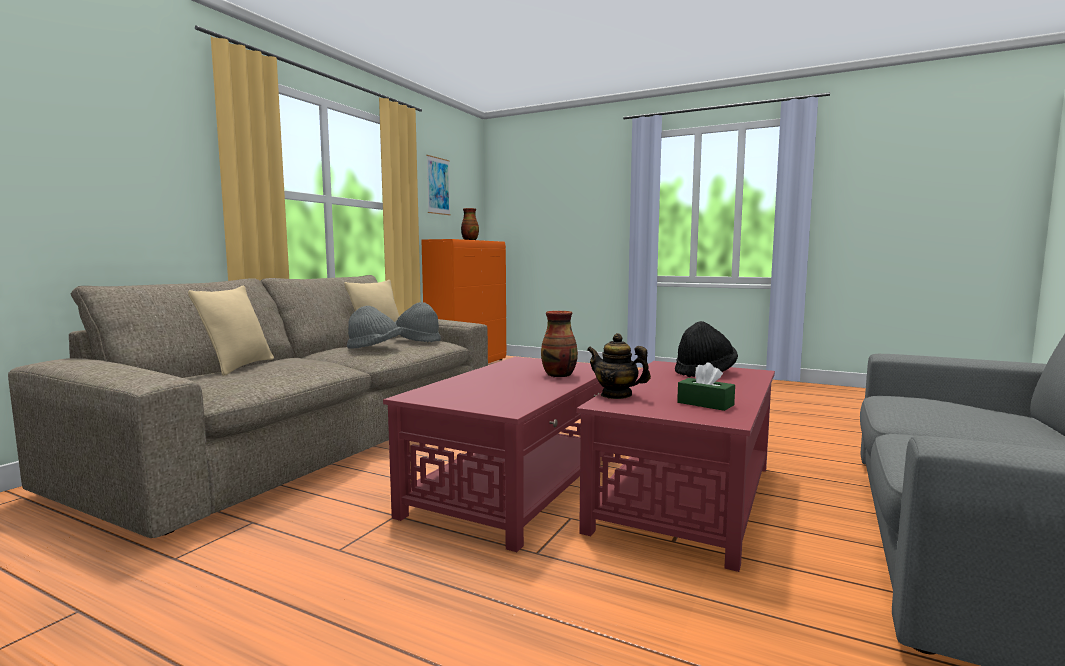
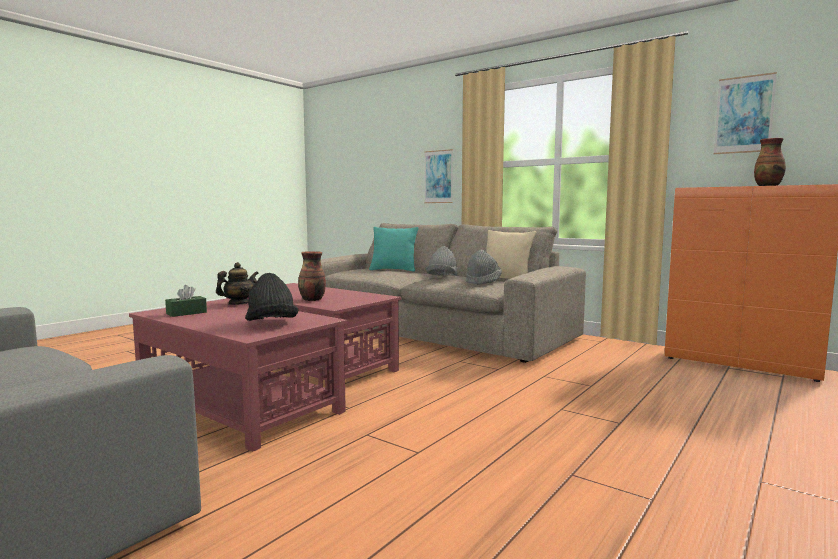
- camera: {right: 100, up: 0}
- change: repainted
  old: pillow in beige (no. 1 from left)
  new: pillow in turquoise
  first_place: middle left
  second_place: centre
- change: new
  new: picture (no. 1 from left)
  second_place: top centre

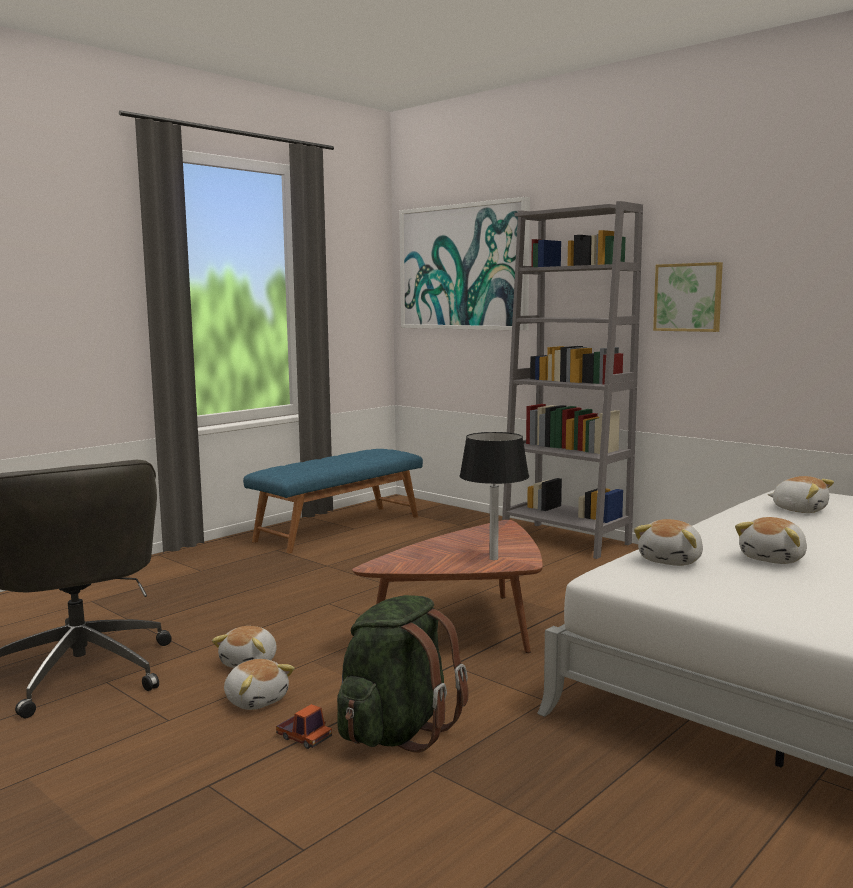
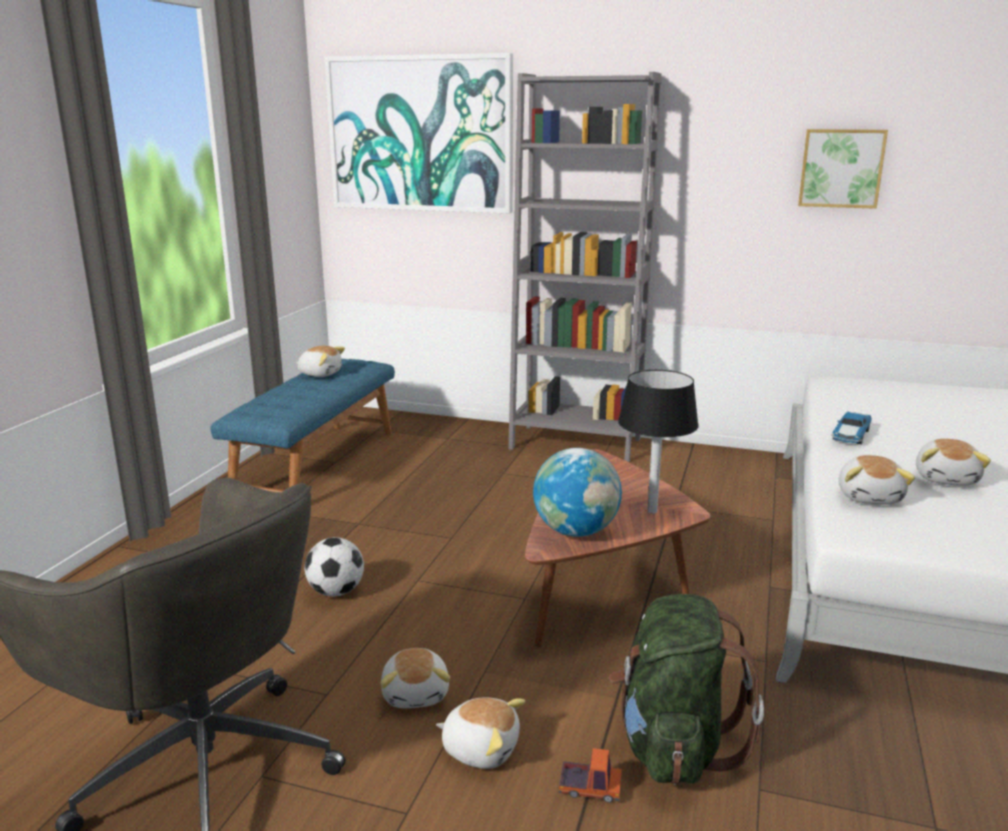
- camera: {right: -25, up: 10}
- change: shifted
  old: picture (no. 2 from left)
  first_place: middle right
  second_place: top right
- change: shifted
  old: plush toy (no. 5 from left in the first image)
  new: plush toy (no. 1 from left)
  first_place: middle right
  second_place: middle left
- change: new
  new: toy car
  second_place: middle right
- change: new
  new: globe
  second_place: centre
- change: new
  new: football
  second_place: bottom left

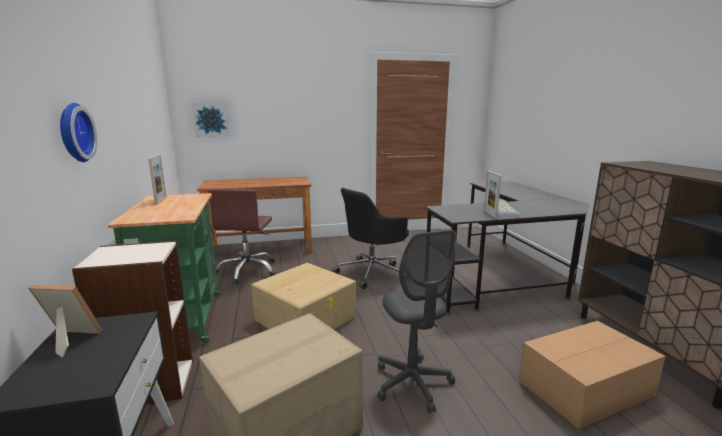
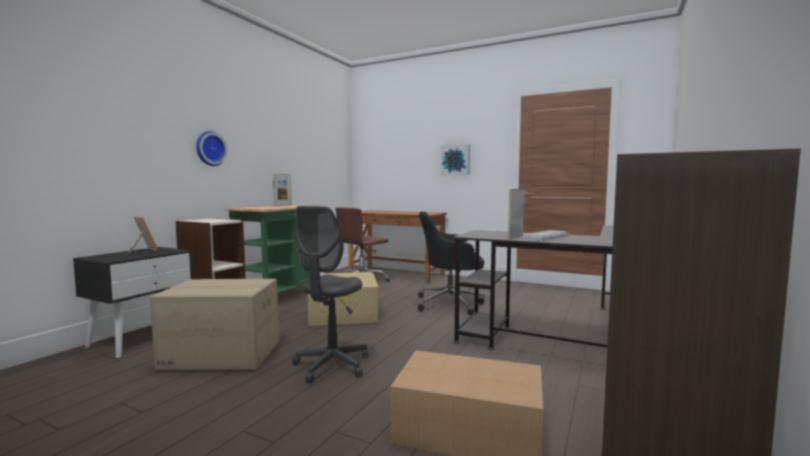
- camera: {right: 40, up: -10}
- change: shifted
  old: picture
  first_place: top left
  second_place: centre

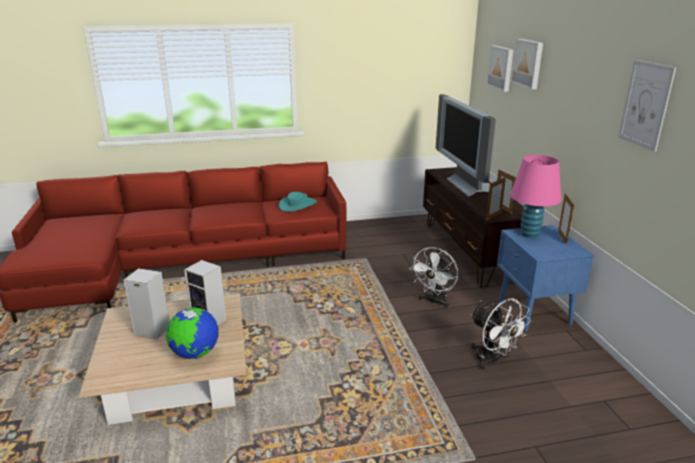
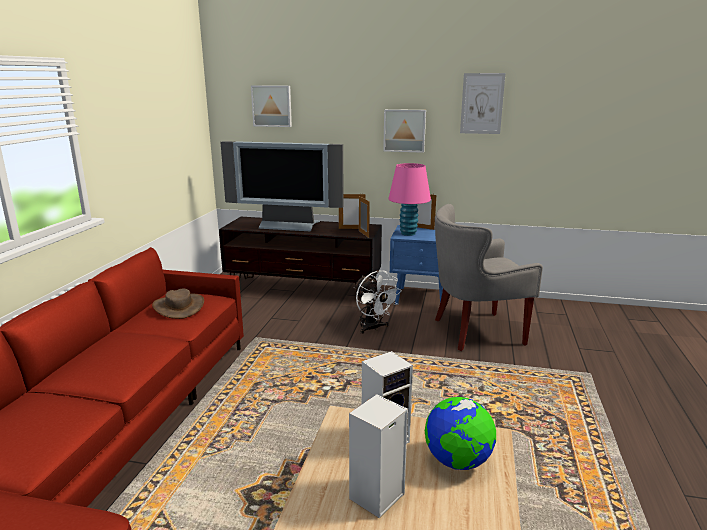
- camera: {right: -65, up: -5}
- change: shifted
  old: picture (no. 2 from left)
  first_place: top right
  second_place: top centre
- change: repainted
  old: hat in turquoise
  new: hat in brown
  first_place: centre
  second_place: middle left
- change: swapped
  old: fan in white (no. 2 from left)
  new: armchair in grey
  first_place: bottom right
  second_place: middle right

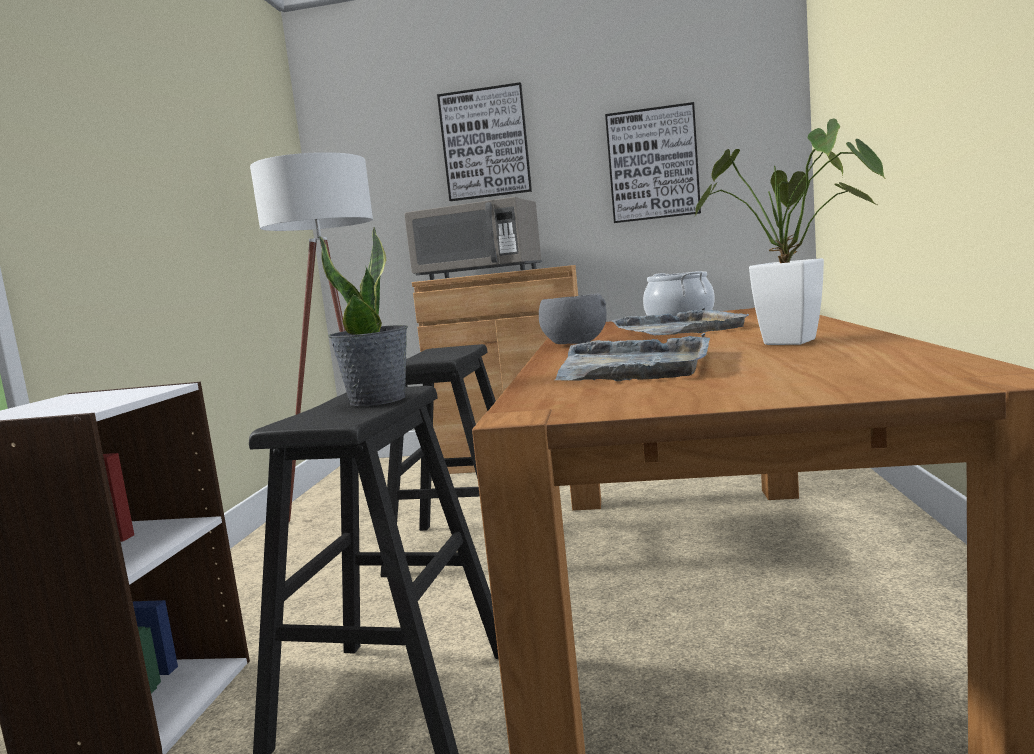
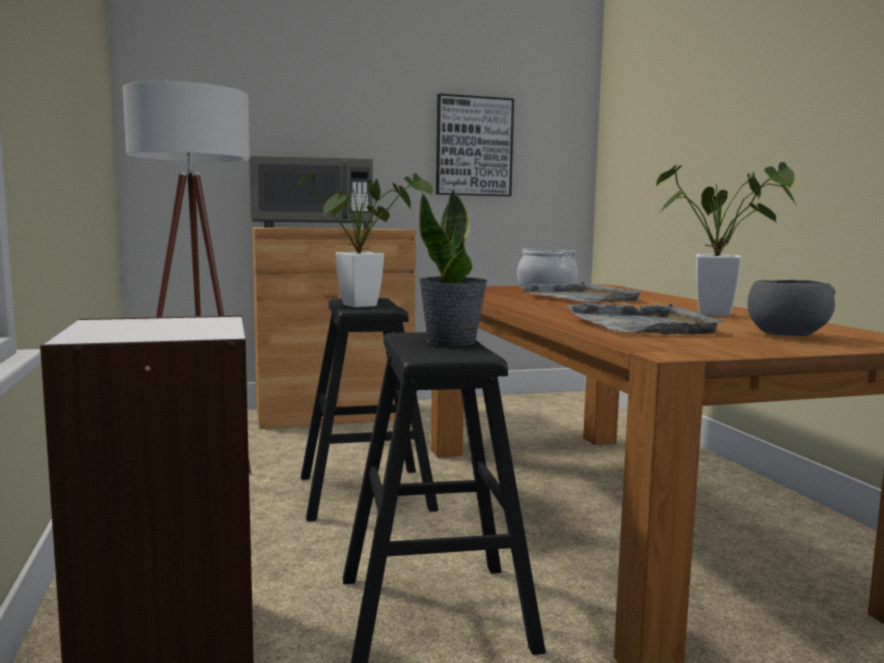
- camera: {right: -25, up: 0}
- change: gone
  old: picture (no. 1 from left)
  first_place: top centre
- change: shifted
  old: bowl in grey
  first_place: centre
  second_place: middle right
- change: new
  new: potted plant (no. 1 from left)
  second_place: centre

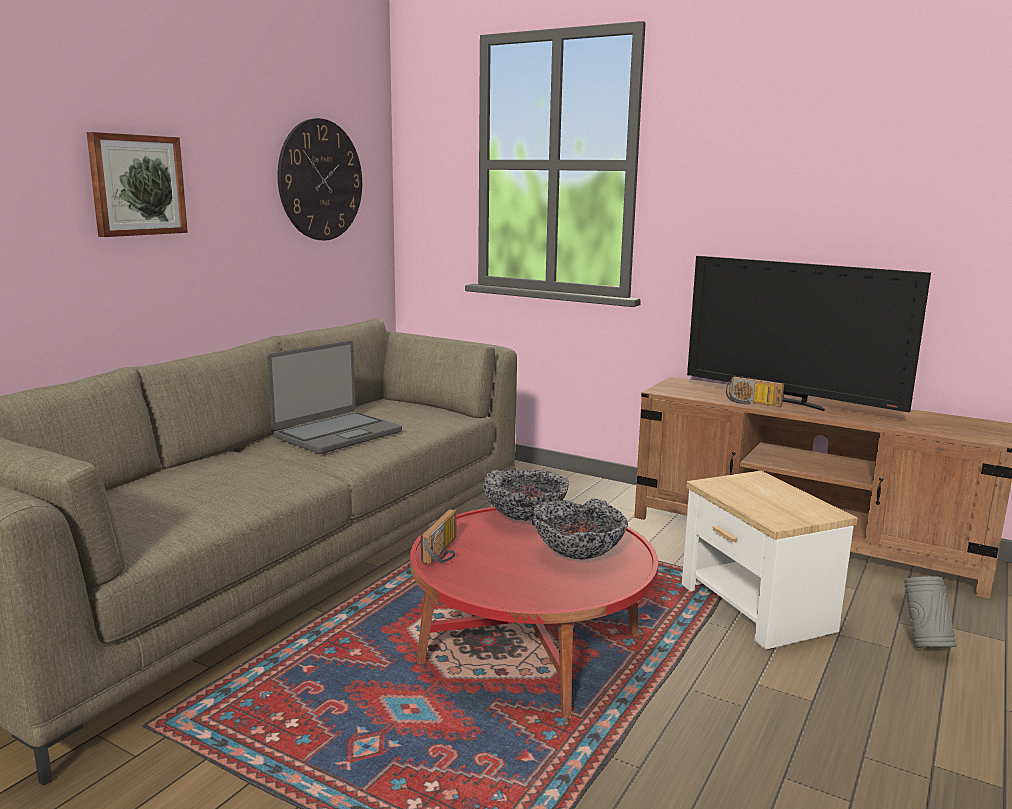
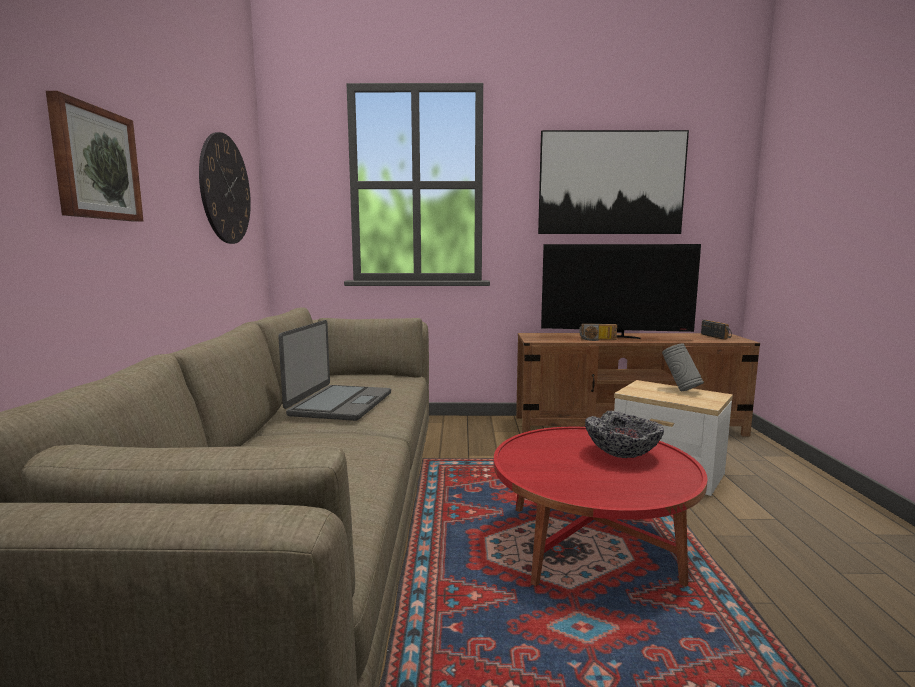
- camera: {right: -30, up: -5}
- change: gone
  old: bowl (no. 1 from left)
  first_place: centre
- change: shifted
  old: radio (no. 1 from left in the first image)
  new: radio (no. 2 from left)
  first_place: centre
  second_place: middle right
- change: shifted
  old: vase in grey
  first_place: bottom right
  second_place: middle right
- change: new
  new: picture (no. 2 from left)
  second_place: top right

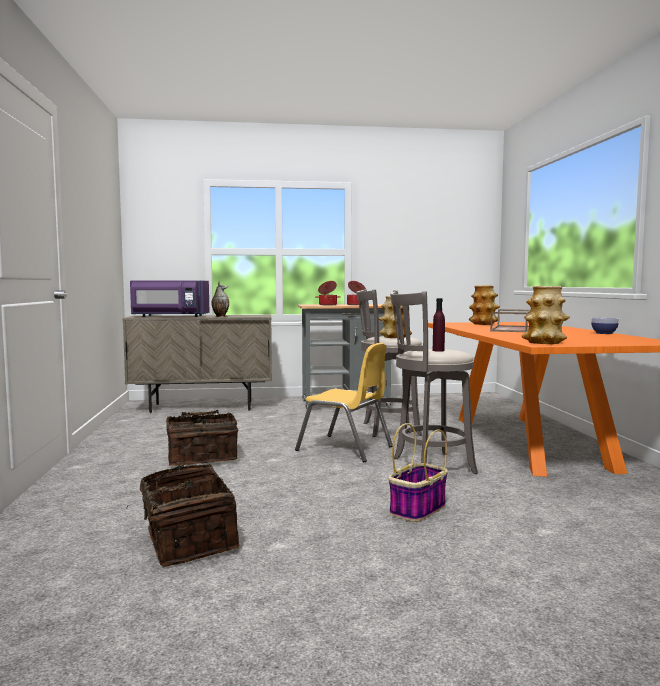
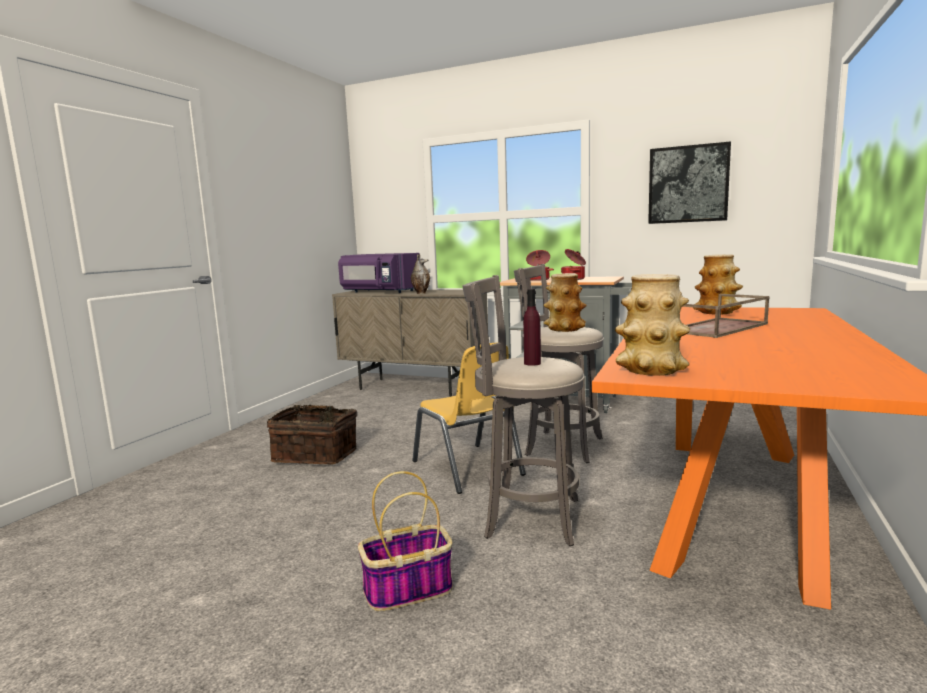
- camera: {right: 30, up: 5}
- change: gone
  old: bowl
  first_place: middle right
- change: gone
  old: basket (no. 1 from left)
  first_place: bottom left
- change: new
  new: picture
  second_place: top right

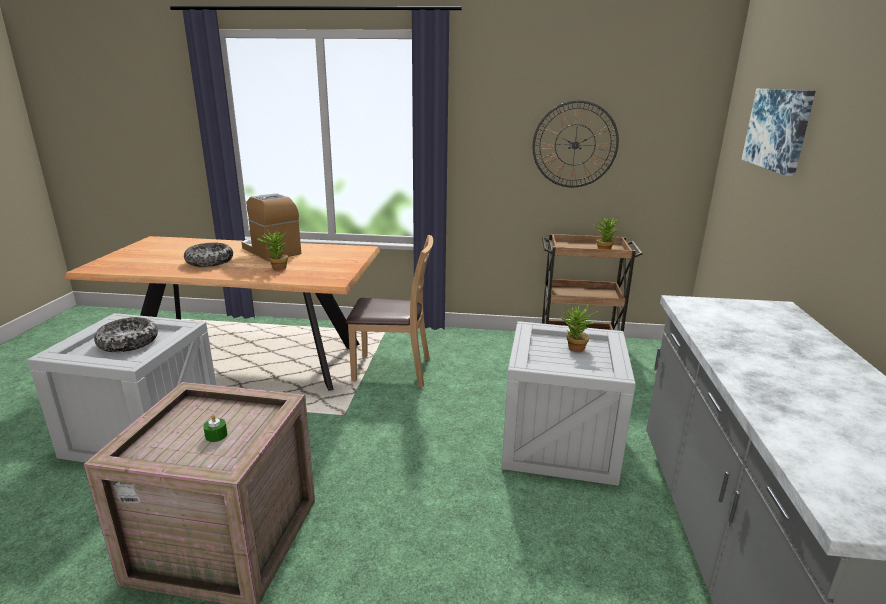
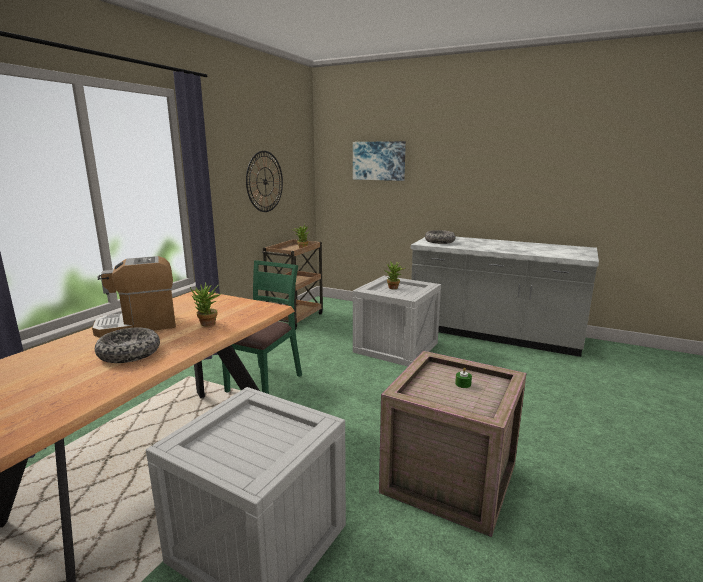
- camera: {right: -70, up: -5}
- change: repainted
  old: chair in brown
  new: chair in green
  first_place: centre
  second_place: centre
- change: shifted
  old: bowl (no. 1 from left in the first image)
  new: bowl (no. 2 from left)
  first_place: middle left
  second_place: centre

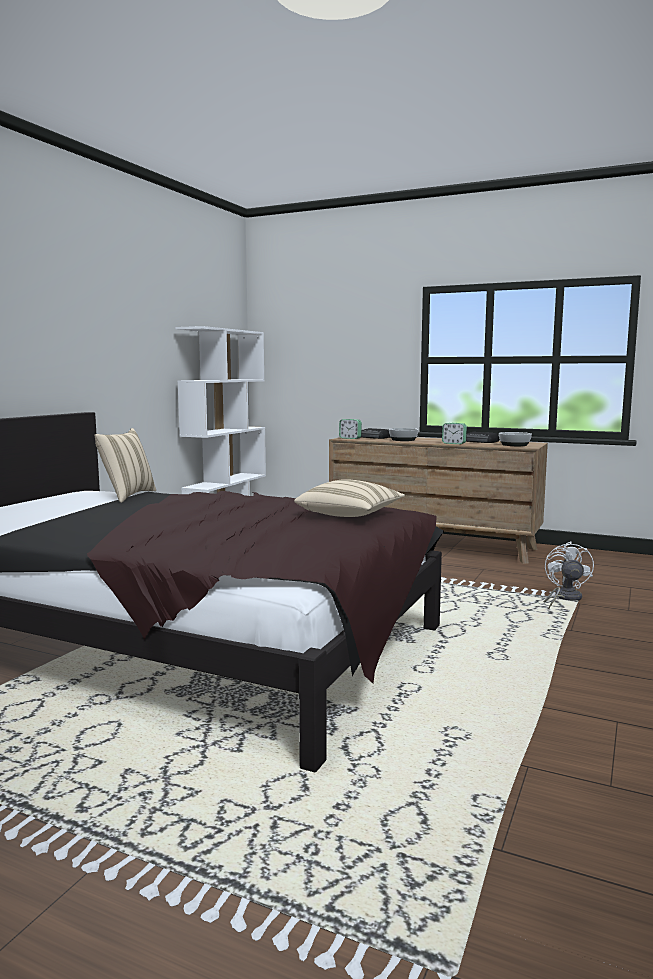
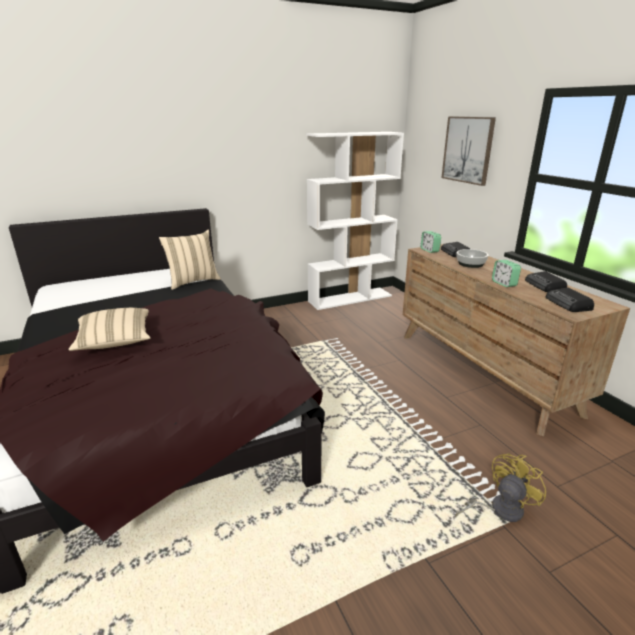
- camera: {right: 40, up: 15}
- change: swapped
  old: bowl (no. 2 from left)
  new: radio (no. 3 from left)
  first_place: middle right
  second_place: middle right
- change: shifted
  old: pillow in beige (no. 2 from left in the first image)
  new: pillow in beige (no. 1 from left)
  first_place: centre
  second_place: middle left
- change: repainted
  old: fan in white
  new: fan in yellow
  first_place: middle right
  second_place: bottom right
- change: new
  new: picture
  second_place: top right

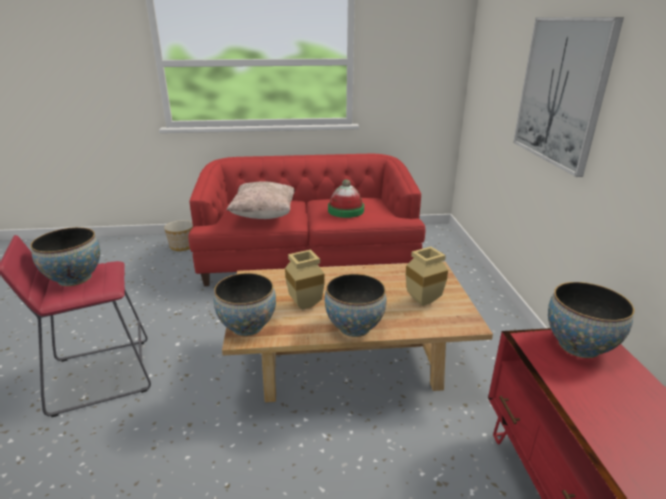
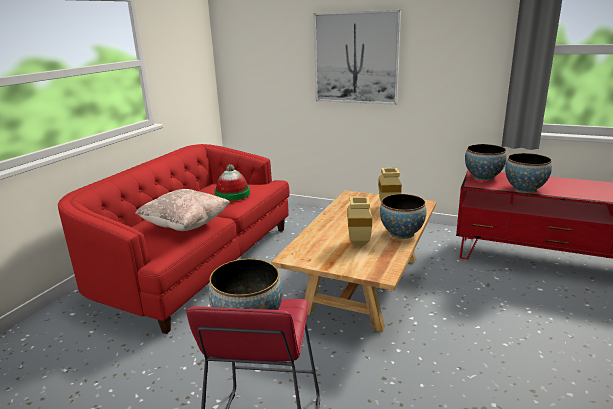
- camera: {right: -60, up: -5}
- change: gone
  old: planter
  first_place: middle left
- change: shifted
  old: bowl (no. 2 from left in the first image)
  new: bowl (no. 4 from left)
  first_place: centre
  second_place: middle right

